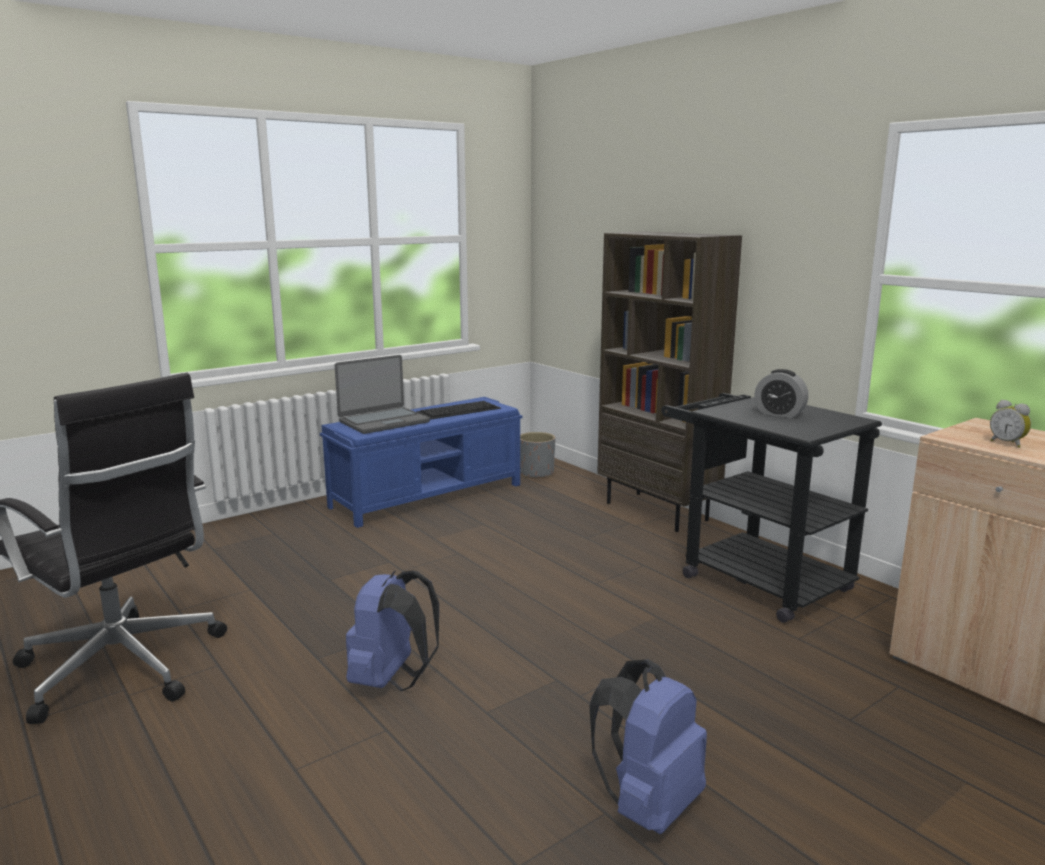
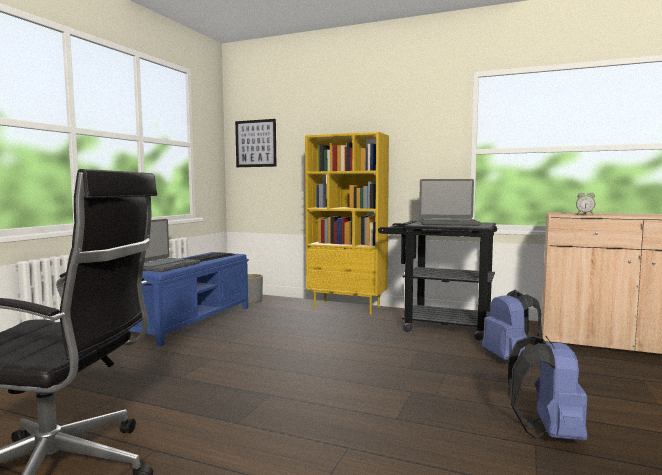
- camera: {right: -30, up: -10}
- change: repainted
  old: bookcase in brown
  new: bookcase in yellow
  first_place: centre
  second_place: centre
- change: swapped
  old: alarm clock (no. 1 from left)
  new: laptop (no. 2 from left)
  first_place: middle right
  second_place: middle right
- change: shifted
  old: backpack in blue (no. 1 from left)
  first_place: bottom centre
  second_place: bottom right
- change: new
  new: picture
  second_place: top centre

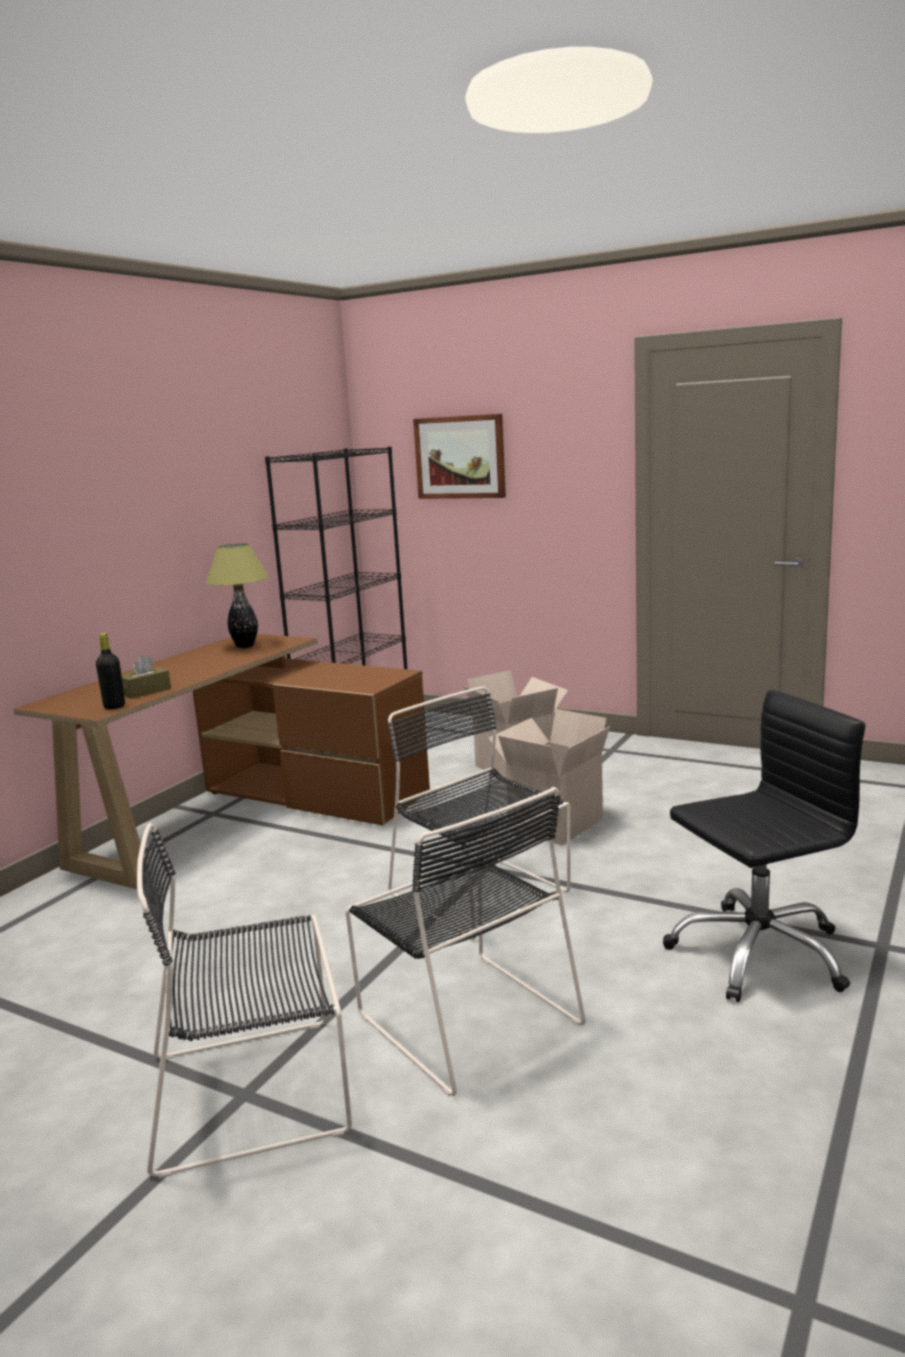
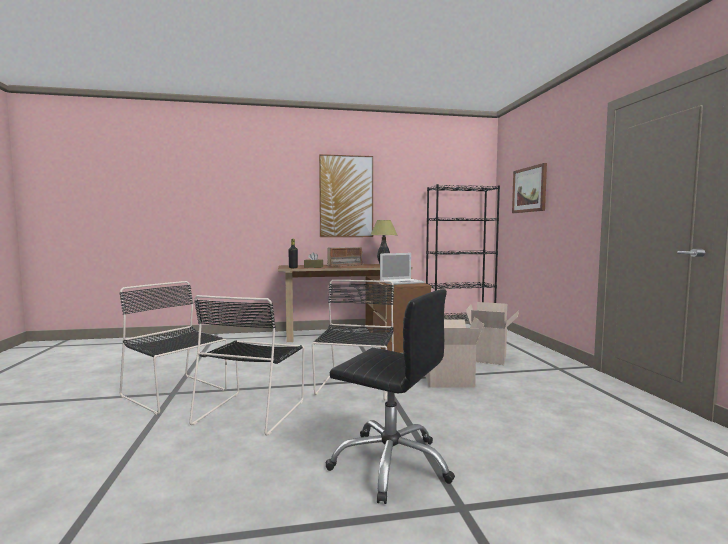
- camera: {right: 50, up: -10}
- change: new
  new: picture (no. 1 from left)
  second_place: centre
- change: new
  new: radio
  second_place: centre
- change: new
  new: laptop
  second_place: centre

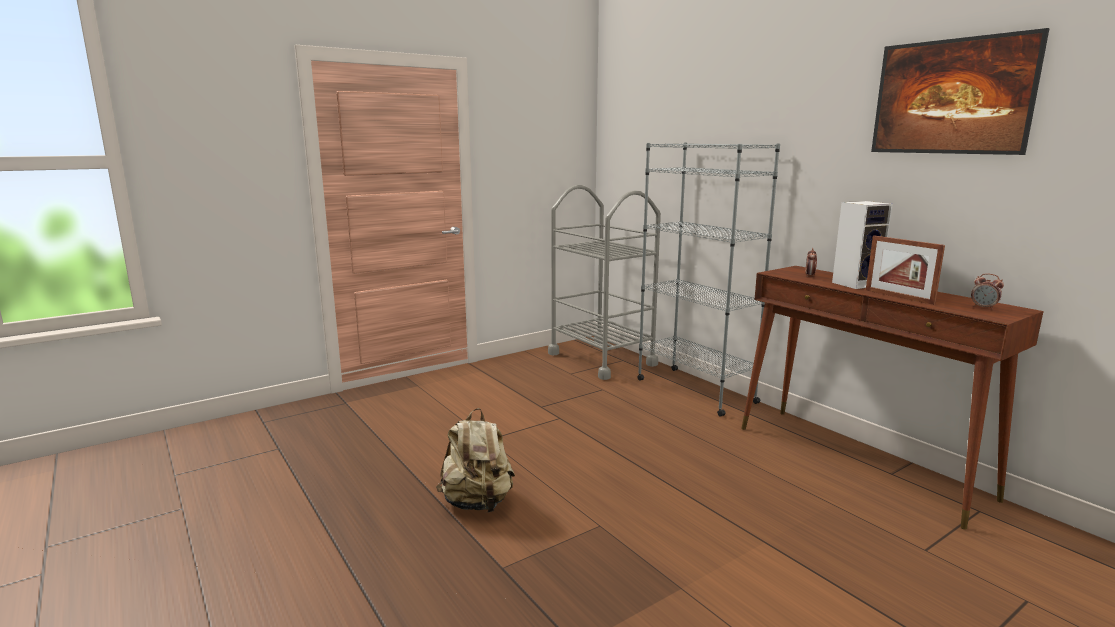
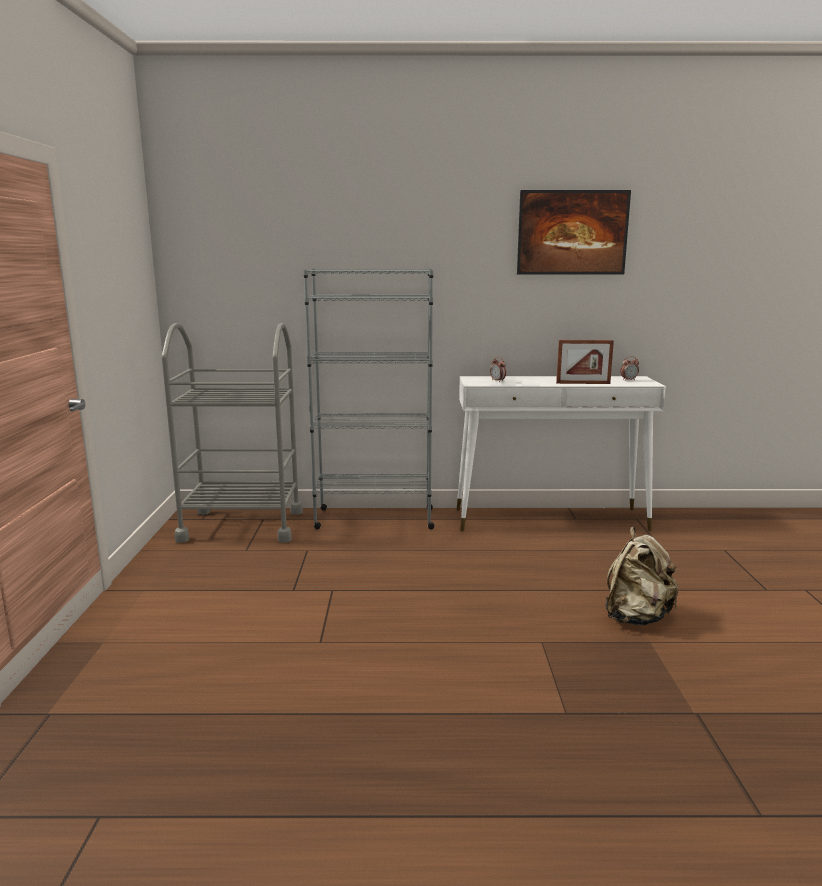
- camera: {right: -55, up: 0}
- change: gone
  old: speaker
  first_place: middle right
- change: repainted
  old: console table in brown
  new: console table in white
  first_place: middle right
  second_place: middle right
- change: shifted
  old: backpack in beige
  first_place: bottom centre
  second_place: middle right

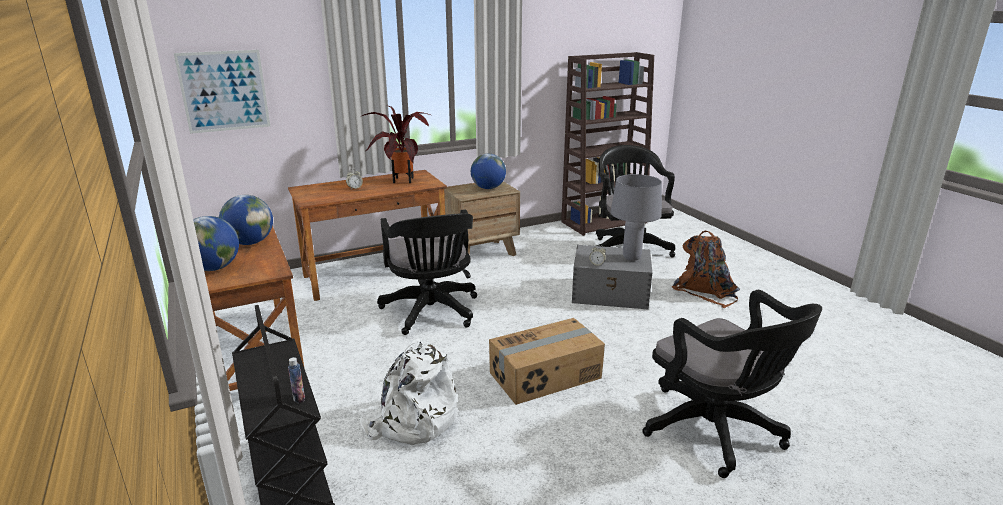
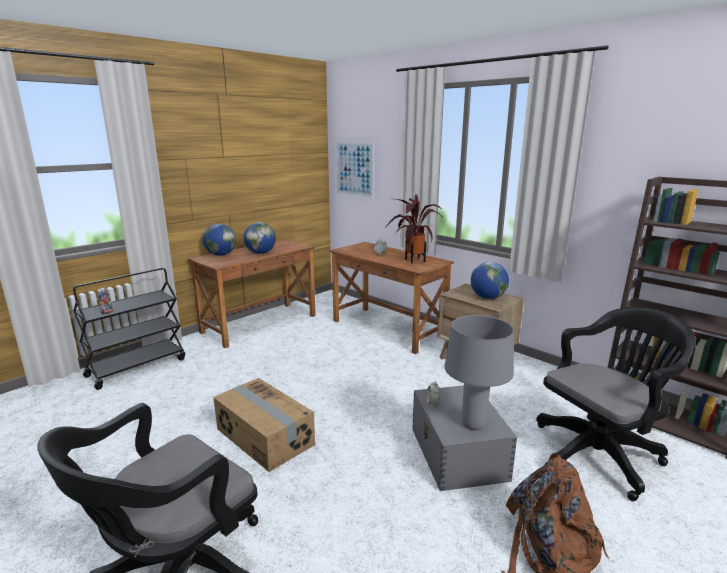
- camera: {right: 70, up: -5}
- change: gone
  old: office chair in black (no. 1 from left)
  first_place: centre
- change: gone
  old: backpack in white
  first_place: bottom centre

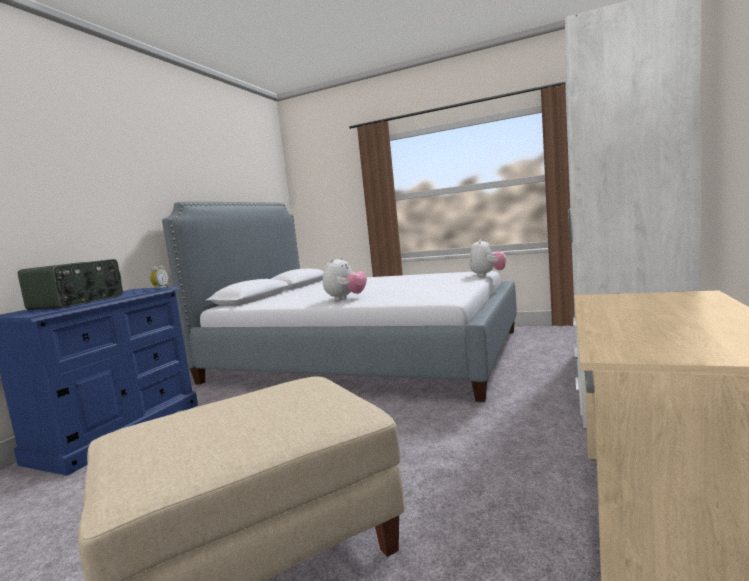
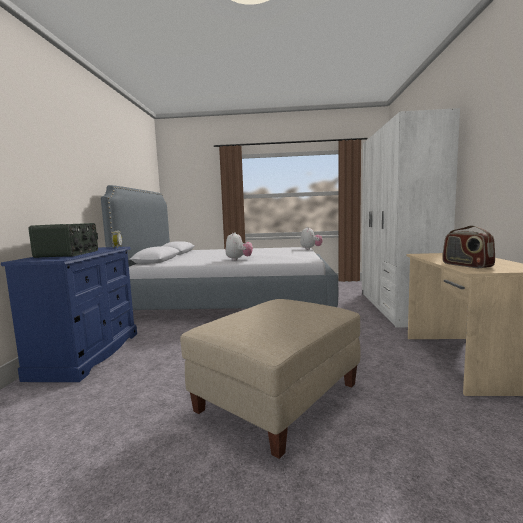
- camera: {right: -20, up: 0}
- change: new
  new: radio (no. 2 from left)
  second_place: middle right

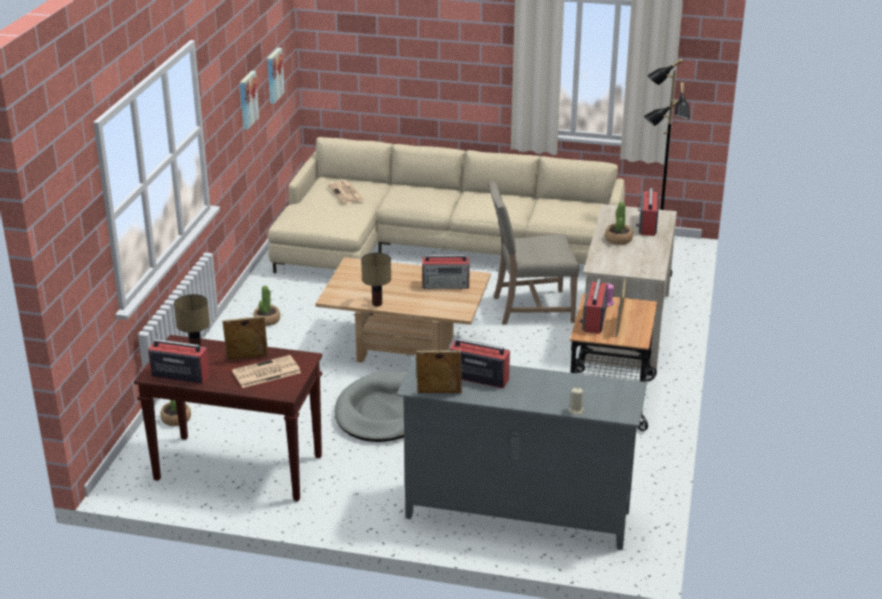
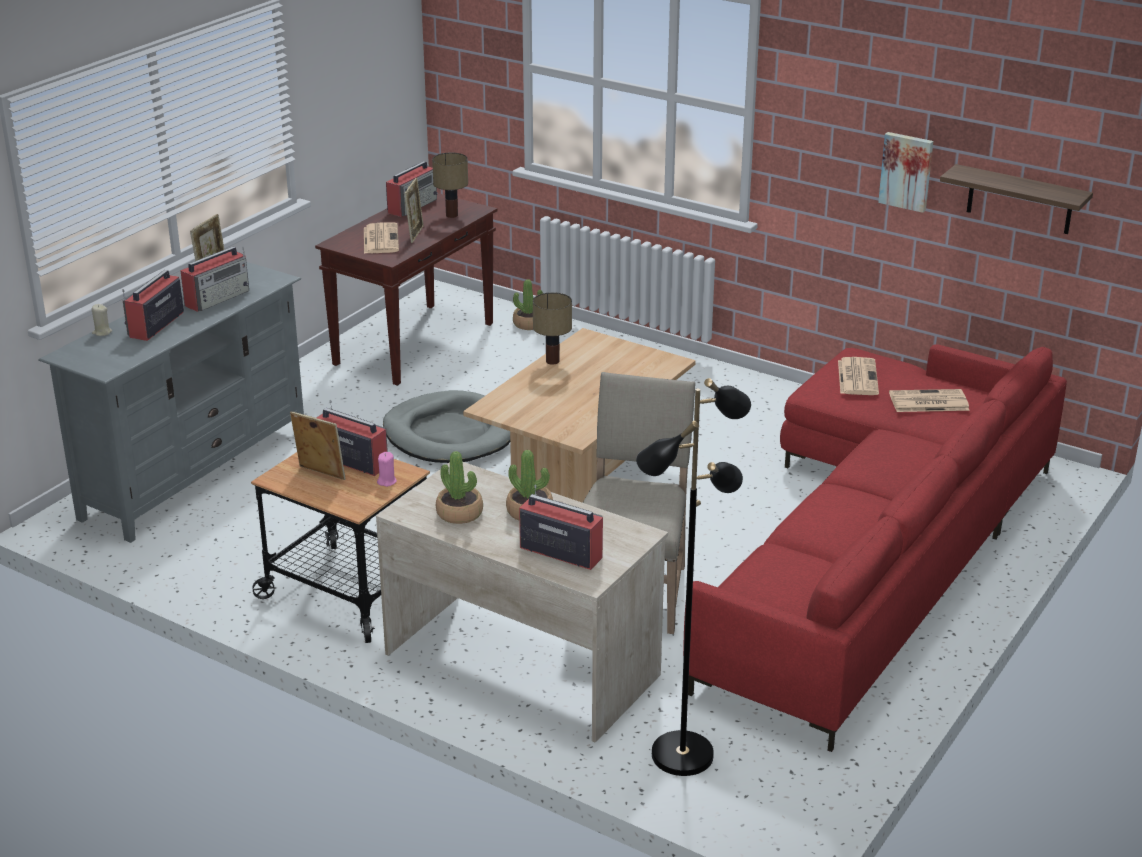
- camera: {right: 110, up: 0}
- change: swapped
  old: picture (no. 2 from left)
  new: shelf
  first_place: top left
  second_place: top right
- change: repainted
  old: sofa in beige
  new: sofa in red
  first_place: centre
  second_place: middle right
- change: shifted
  old: radio (no. 2 from left in the first image)
  new: radio (no. 1 from left)
  first_place: centre
  second_place: middle left
- change: shifted
  old: potted plant (no. 2 from left in the first image)
  new: potted plant (no. 1 from left)
  first_place: middle left
  second_place: centre
- change: new
  new: newspaper (no. 2 from left)
  second_place: middle right

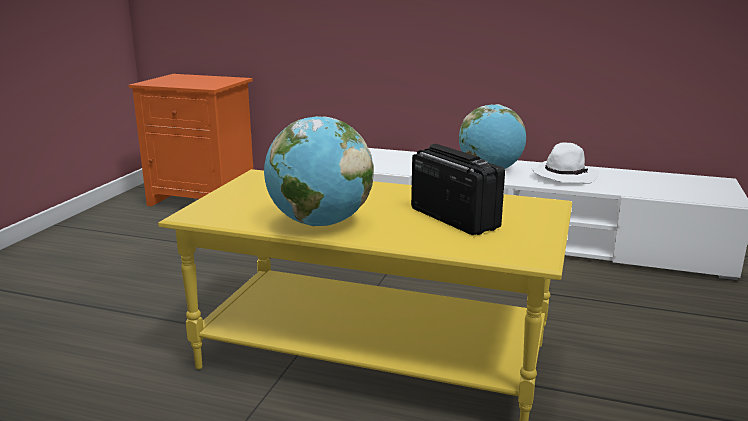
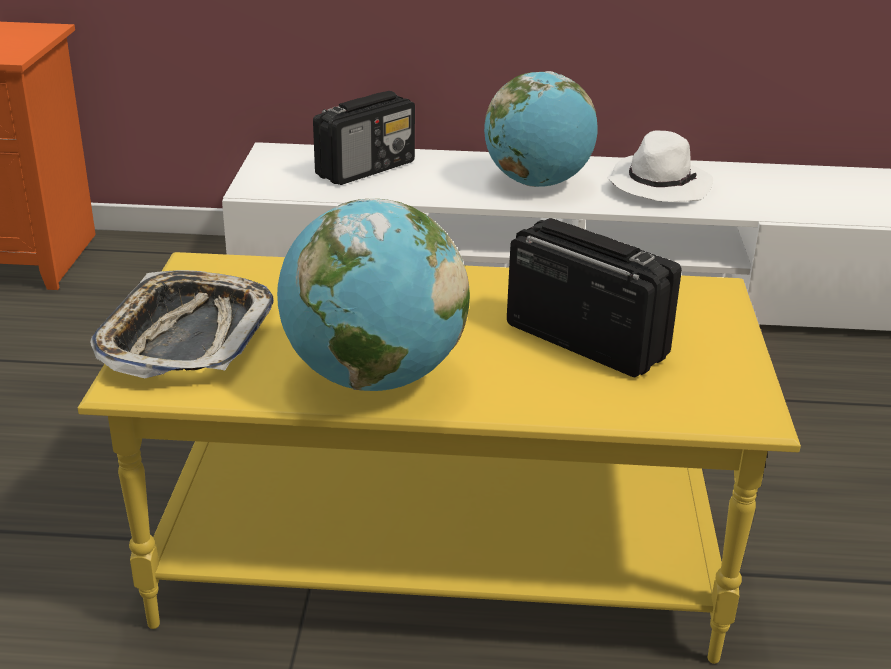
- camera: {right: -15, up: 10}
- change: new
  new: radio (no. 1 from left)
  second_place: top centre
- change: new
  new: tray
  second_place: middle left

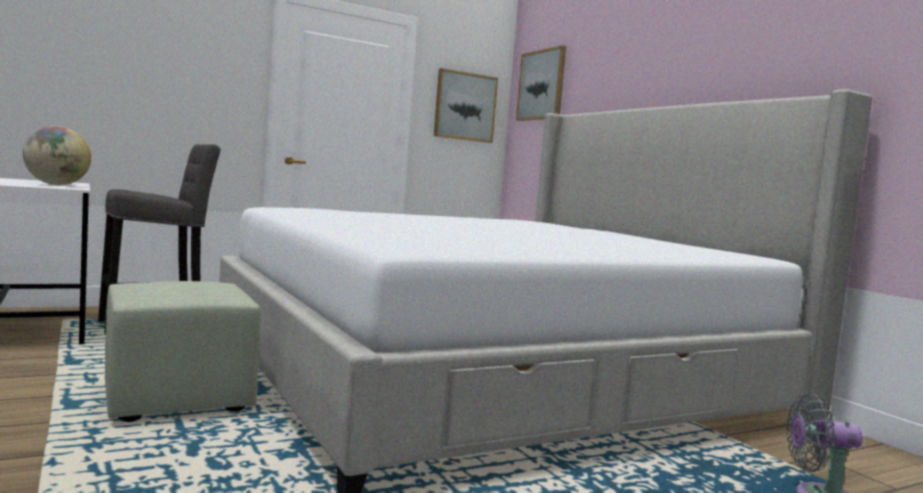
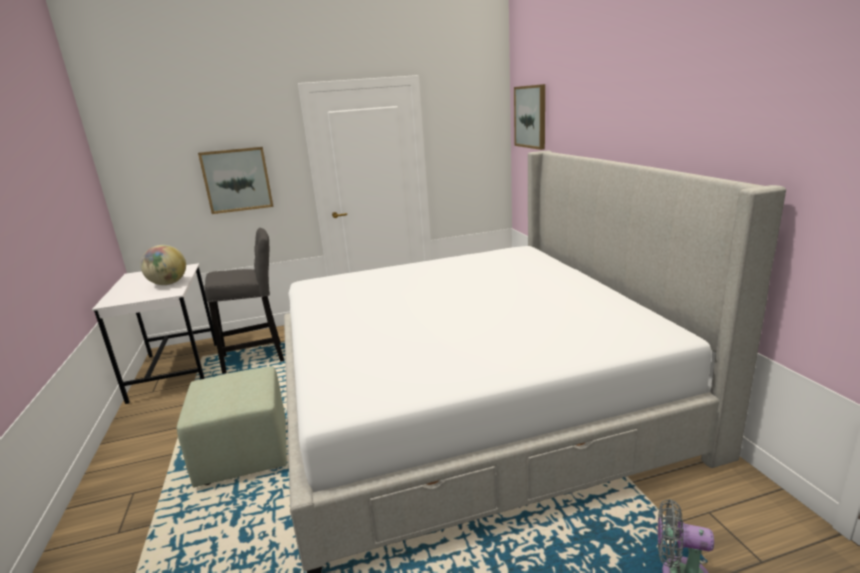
- camera: {right: 15, up: 15}
- change: shifted
  old: picture (no. 1 from left)
  first_place: top centre
  second_place: top left

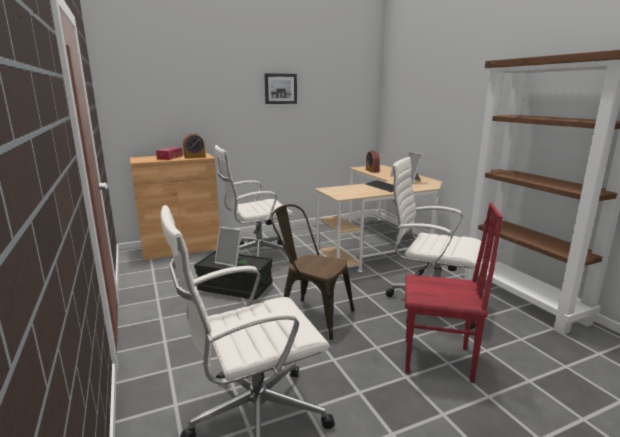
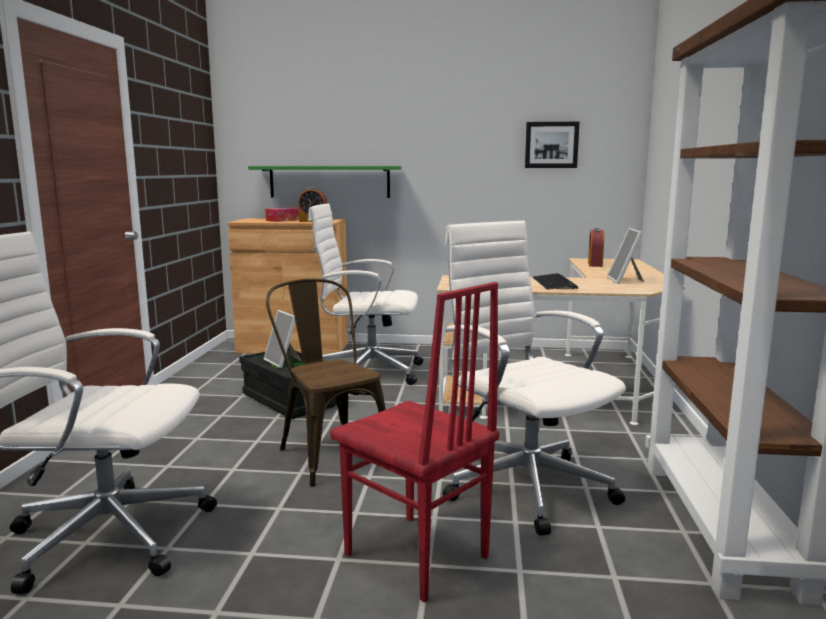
- camera: {right: 30, up: -5}
- change: shifted
  old: picture
  first_place: top centre
  second_place: top right
- change: new
  new: shelf in green
  second_place: top centre

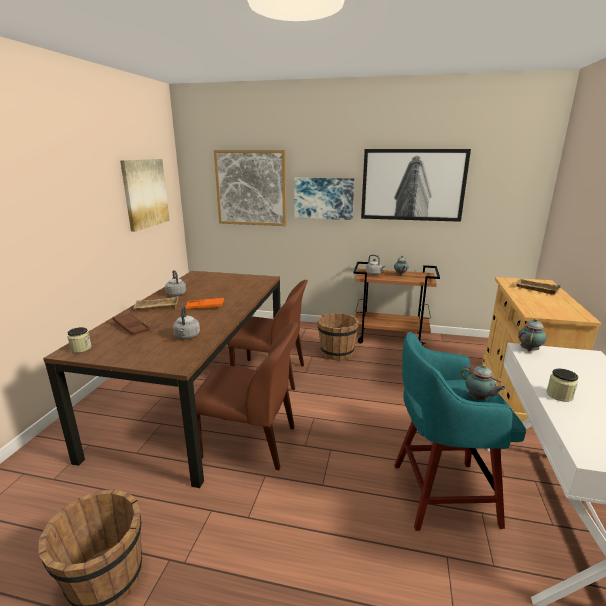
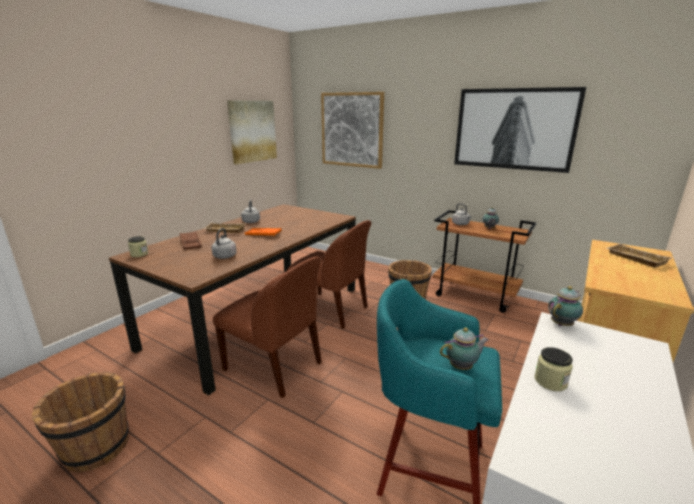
- camera: {right: 20, up: 0}
- change: gone
  old: picture (no. 3 from left)
  first_place: top centre
- change: rotated
  old: teapot (no. 2 from left in the first image)
  first_place: middle right
  second_place: bottom right
  degrees: -90

